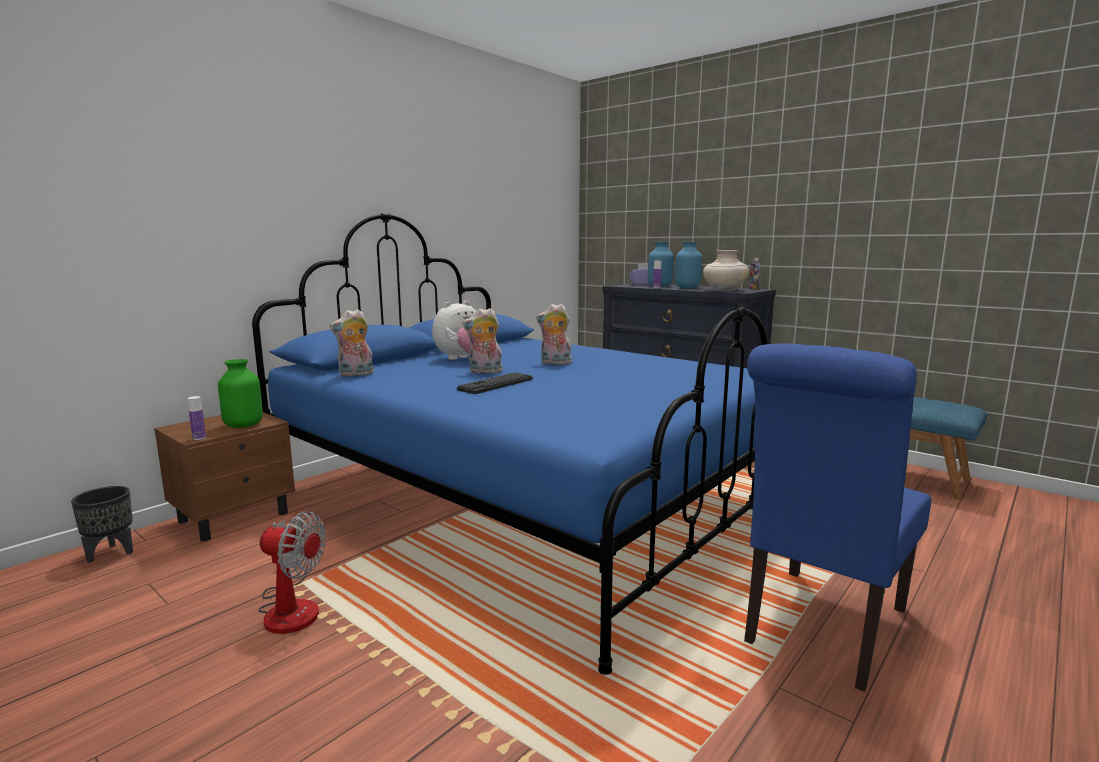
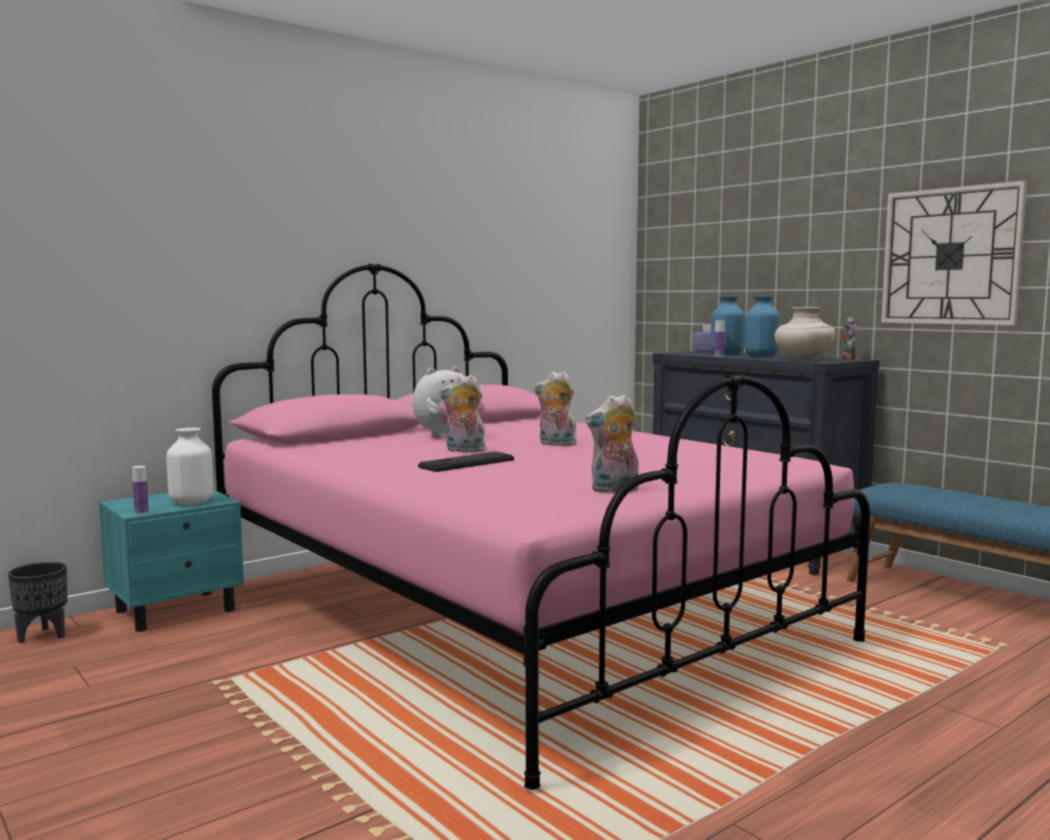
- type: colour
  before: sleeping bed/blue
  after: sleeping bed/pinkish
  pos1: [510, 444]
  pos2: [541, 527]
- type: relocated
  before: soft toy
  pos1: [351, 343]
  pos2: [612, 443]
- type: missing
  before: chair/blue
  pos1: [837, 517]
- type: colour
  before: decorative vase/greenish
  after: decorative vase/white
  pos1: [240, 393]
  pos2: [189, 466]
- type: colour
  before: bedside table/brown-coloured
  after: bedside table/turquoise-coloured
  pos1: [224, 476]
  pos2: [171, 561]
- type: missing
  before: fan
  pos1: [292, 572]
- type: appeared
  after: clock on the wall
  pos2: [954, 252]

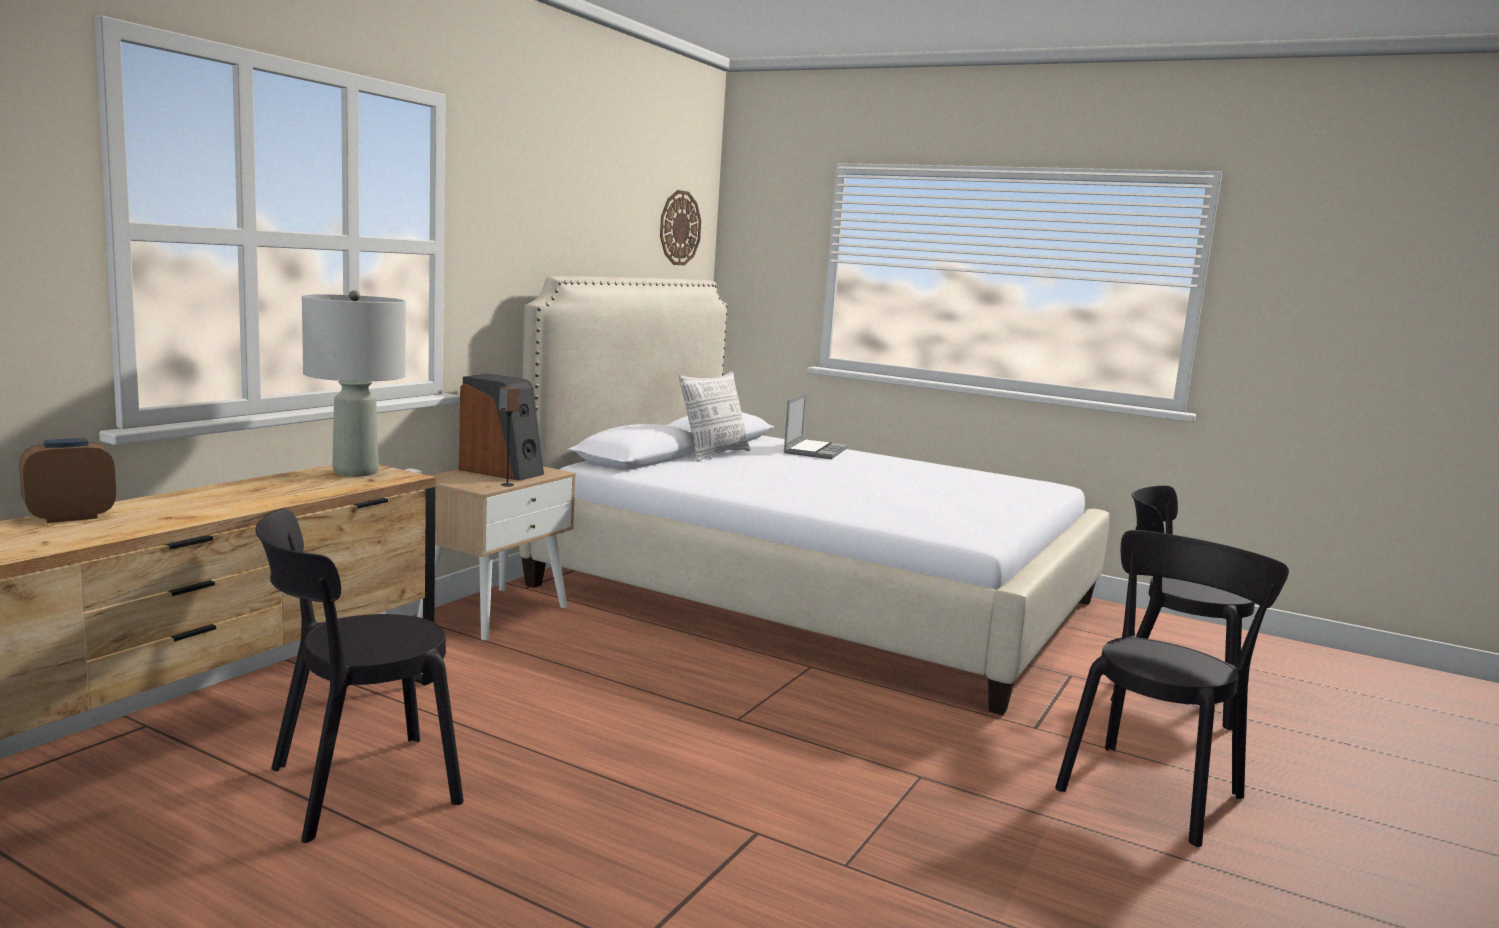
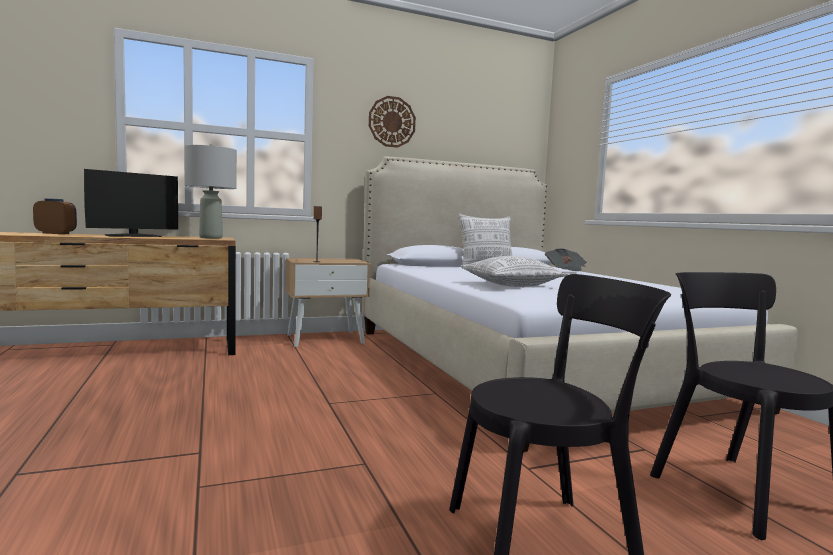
- type: relocated
  before: clock on the wall
  pos1: [680, 227]
  pos2: [392, 122]
- type: missing
  before: speaker
  pos1: [501, 427]
- type: exchanged
  before: laptop
  after: daily paper
  pos1: [816, 426]
  pos2: [565, 260]
- type: missing
  before: chair/black
  pos1: [359, 676]
- type: appeared
  after: computer screen
  pos2: [131, 203]
- type: appeared
  after: cushion
  pos2: [514, 271]

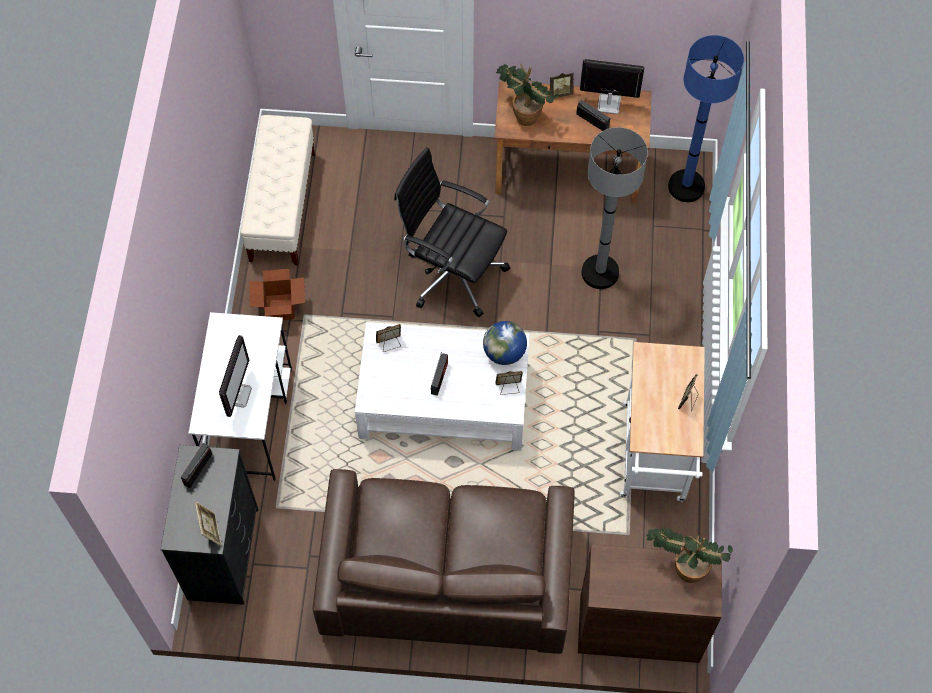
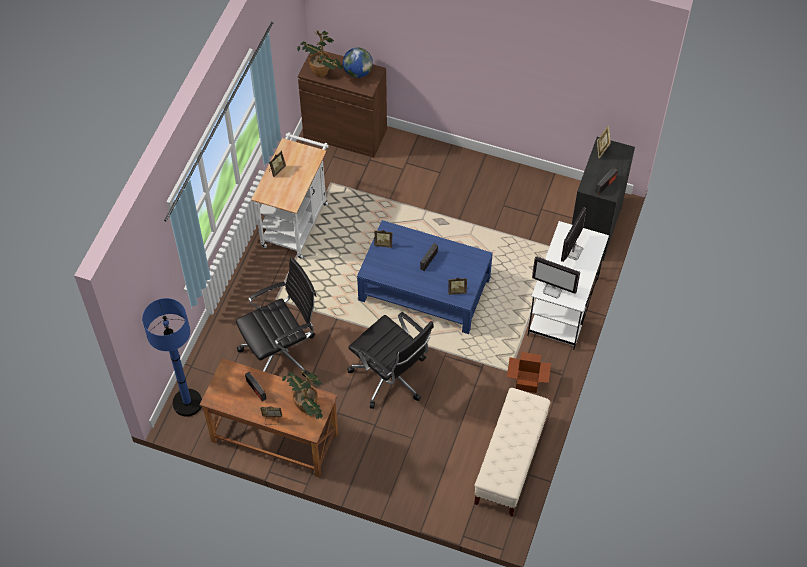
- type: relocated
  before: computer screen
  pos1: [612, 86]
  pos2: [556, 277]
- type: exchanged
  before: floor lamp/grey
  after: office chair/black
  pos1: [614, 208]
  pos2: [276, 317]
- type: relocated
  before: globe
  pos1: [505, 343]
  pos2: [358, 63]
- type: colour
  before: low table/white
  after: low table/blue
  pos1: [442, 386]
  pos2: [425, 277]
- type: missing
  before: couch/brown-coloured
  pos1: [443, 561]

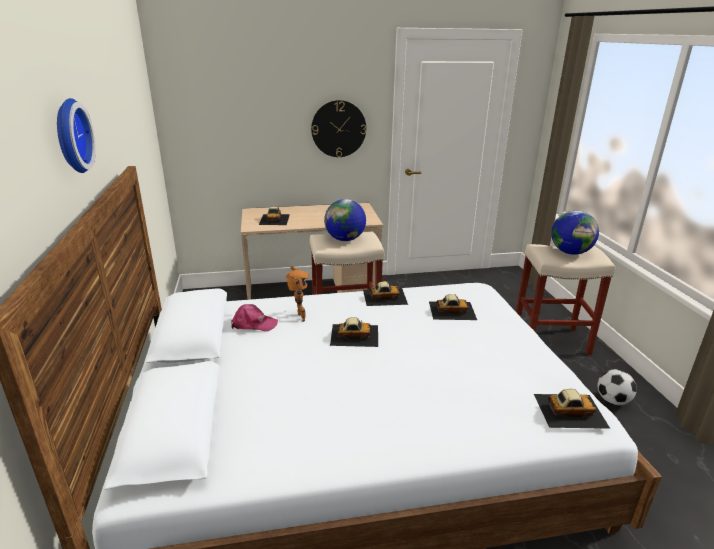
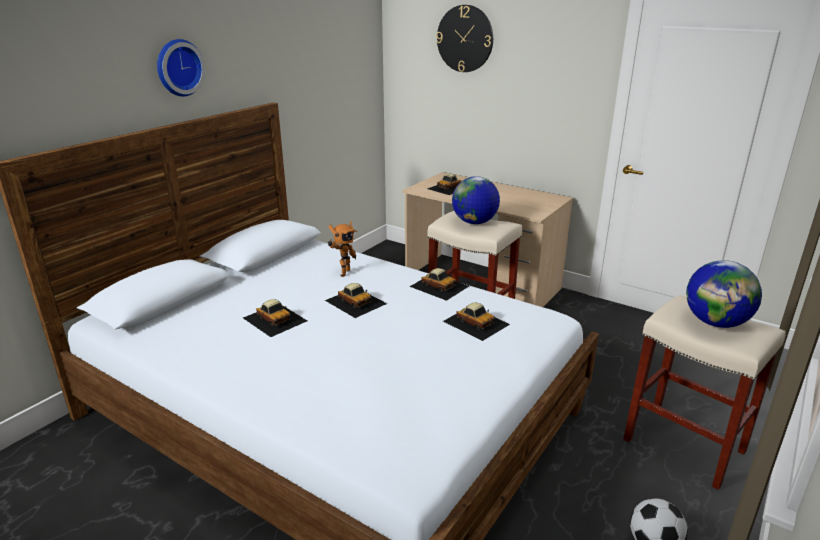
- type: relocated
  before: clock on the wall
  pos1: [338, 128]
  pos2: [464, 38]
- type: missing
  before: baseball cap/pinkish
  pos1: [254, 317]
- type: relocated
  before: miniature car
  pos1: [572, 409]
  pos2: [275, 318]

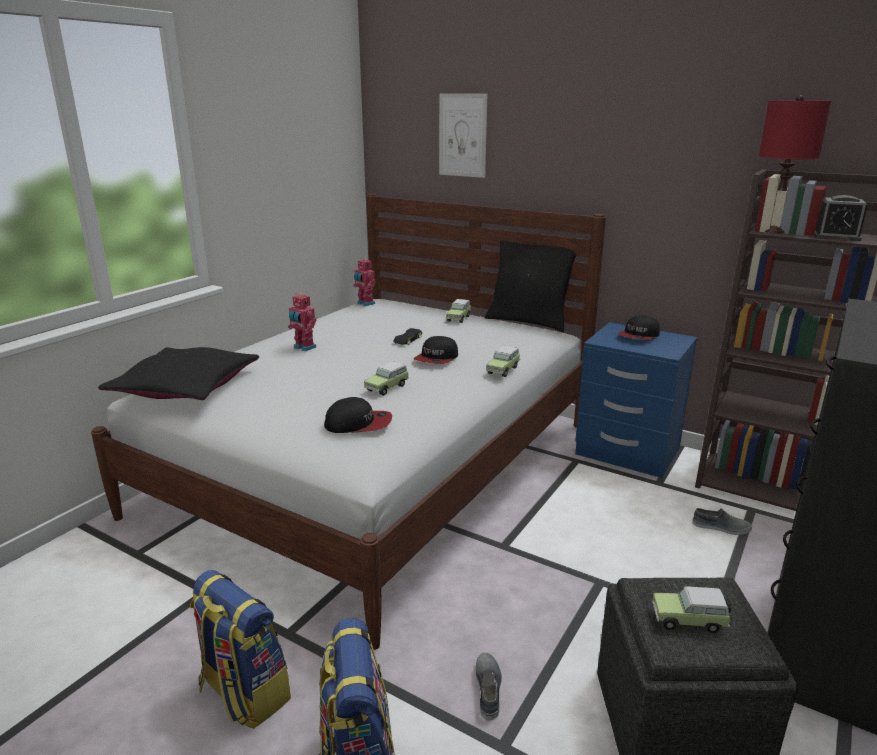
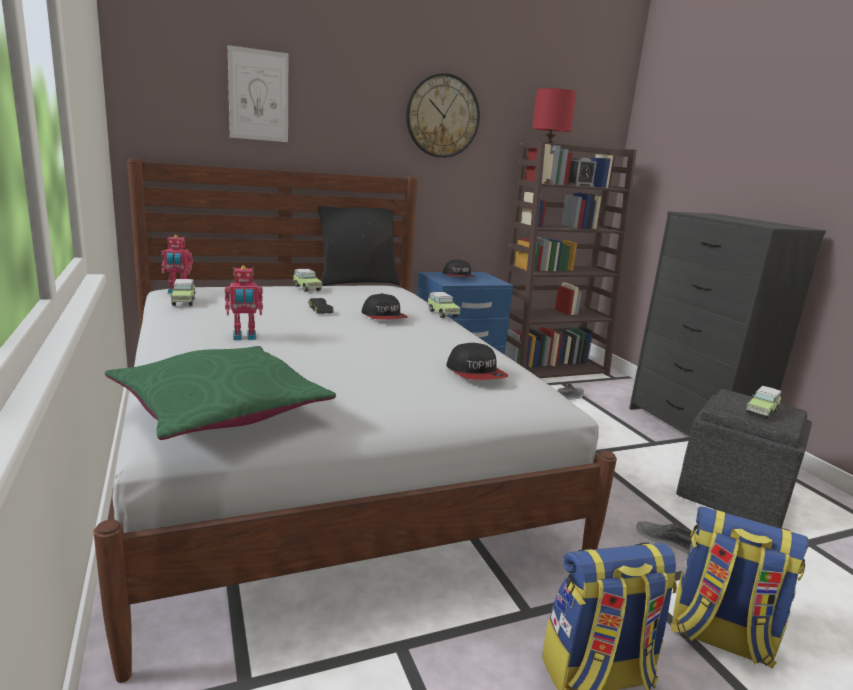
- type: colour
  before: cushion/black
  after: cushion/greenish
  pos1: [178, 373]
  pos2: [220, 393]
- type: relocated
  before: miniature car
  pos1: [386, 378]
  pos2: [183, 292]
- type: spun
  before: baseball cap
  pos1: [358, 415]
  pos2: [477, 361]
  turn: 120
- type: appeared
  after: clock on the wall
  pos2: [443, 115]

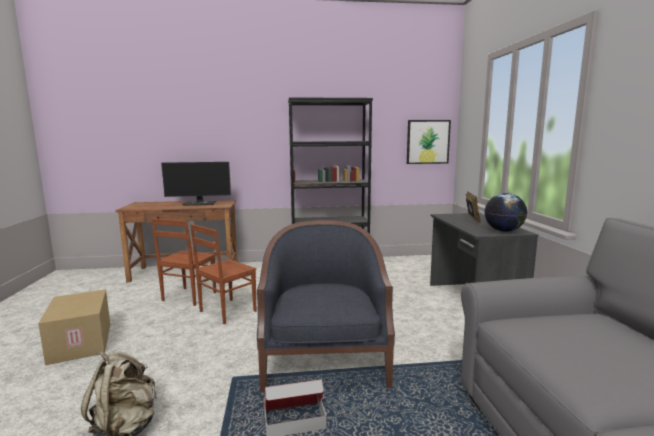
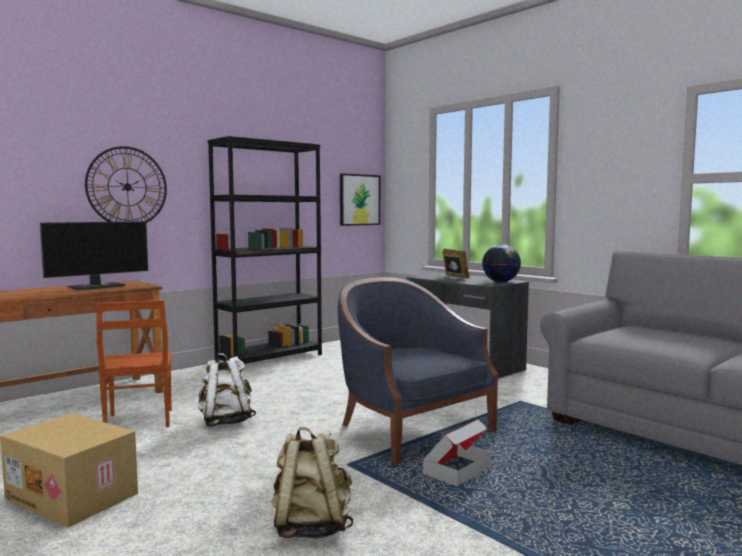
- type: exchanged
  before: chair/brown-coloured
  after: backpack/white
  pos1: [223, 274]
  pos2: [227, 390]
- type: appeared
  after: clock on the wall
  pos2: [126, 184]

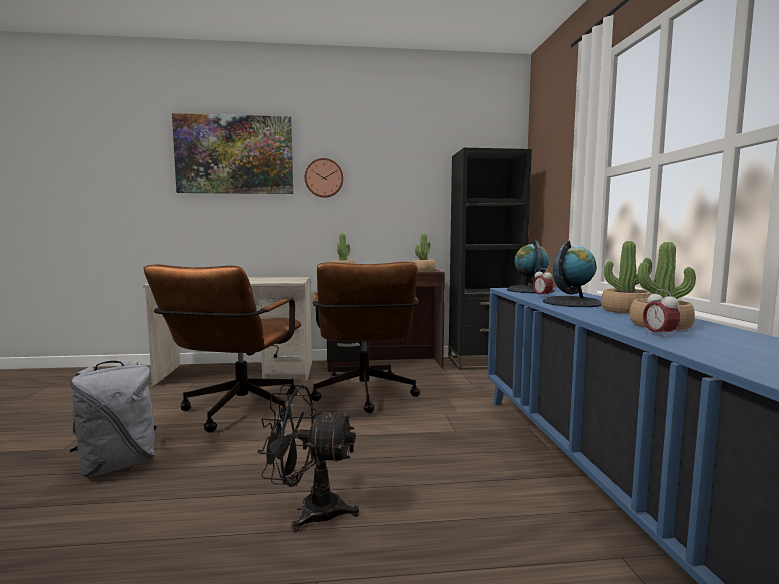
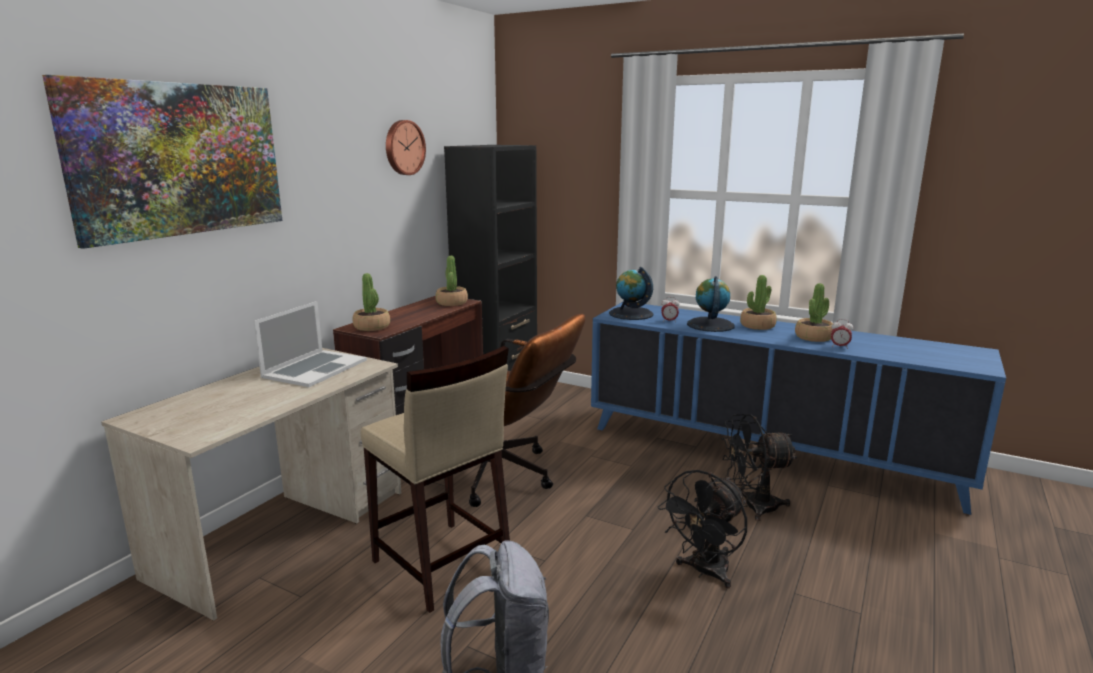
- type: relocated
  before: clock on the wall
  pos1: [324, 178]
  pos2: [406, 147]
- type: exchanged
  before: office chair/brown-coloured
  after: stool seat/beige
  pos1: [222, 348]
  pos2: [435, 479]
- type: appeared
  after: laptop
  pos2: [310, 344]
- type: appeared
  after: fan/black
  pos2: [759, 467]

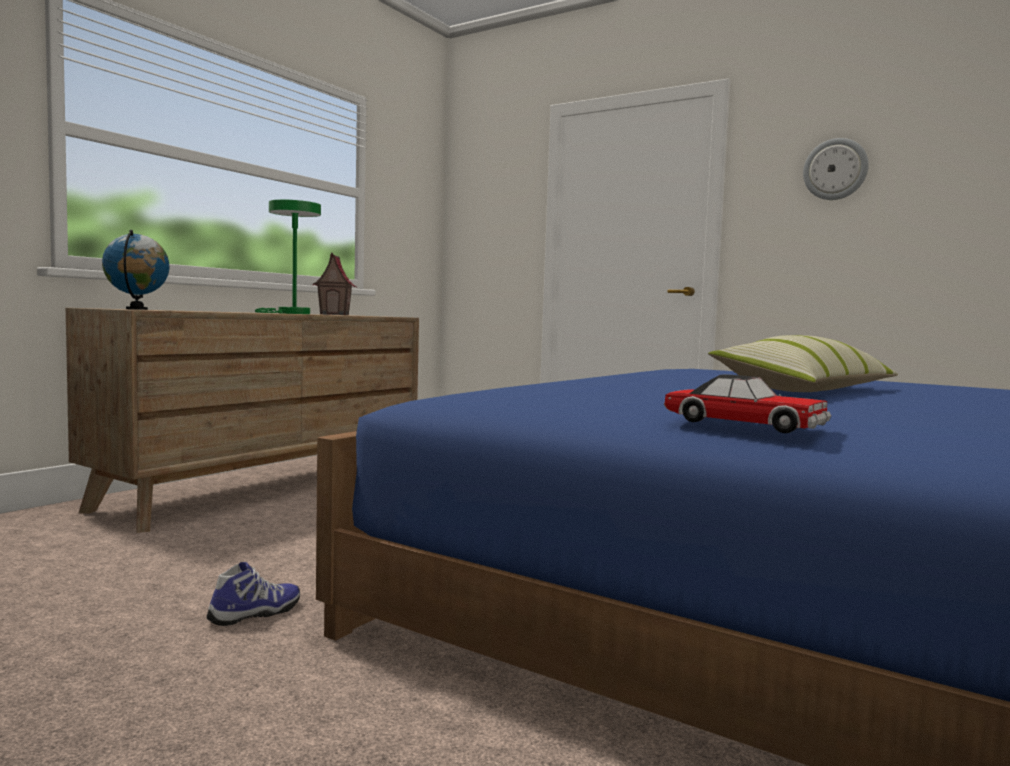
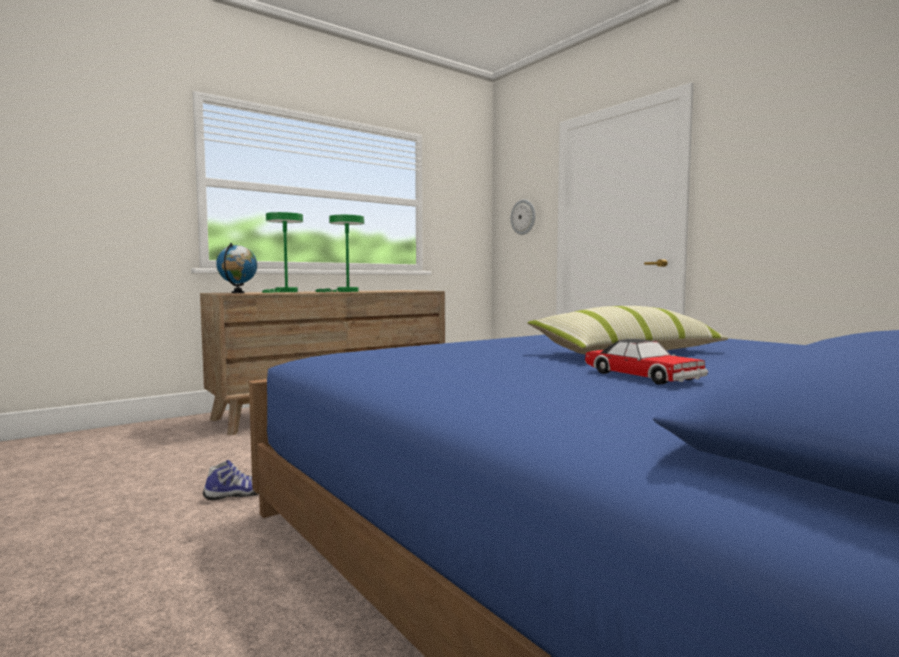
- type: relocated
  before: clock on the wall
  pos1: [836, 169]
  pos2: [523, 217]
- type: missing
  before: toy house
  pos1: [334, 283]
- type: relocated
  before: miniature car
  pos1: [747, 403]
  pos2: [646, 362]
- type: appeared
  after: table lamp/greenish
  pos2: [282, 252]

